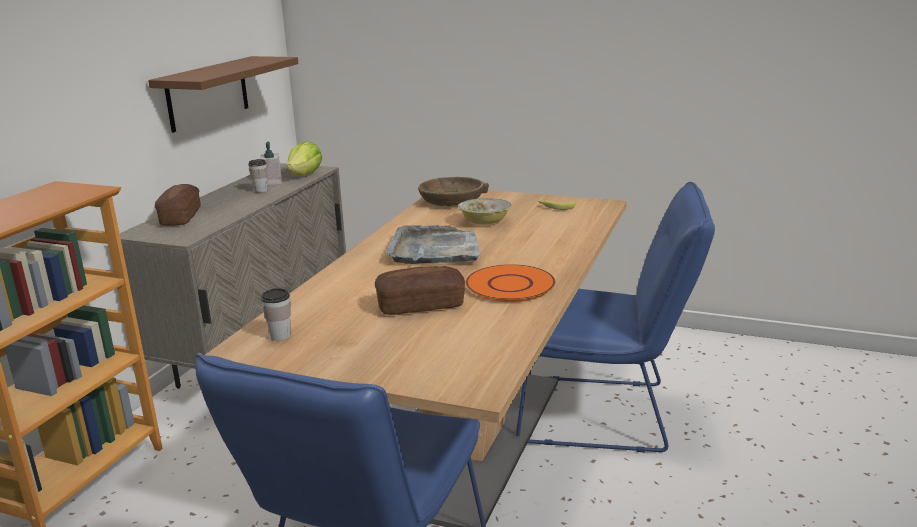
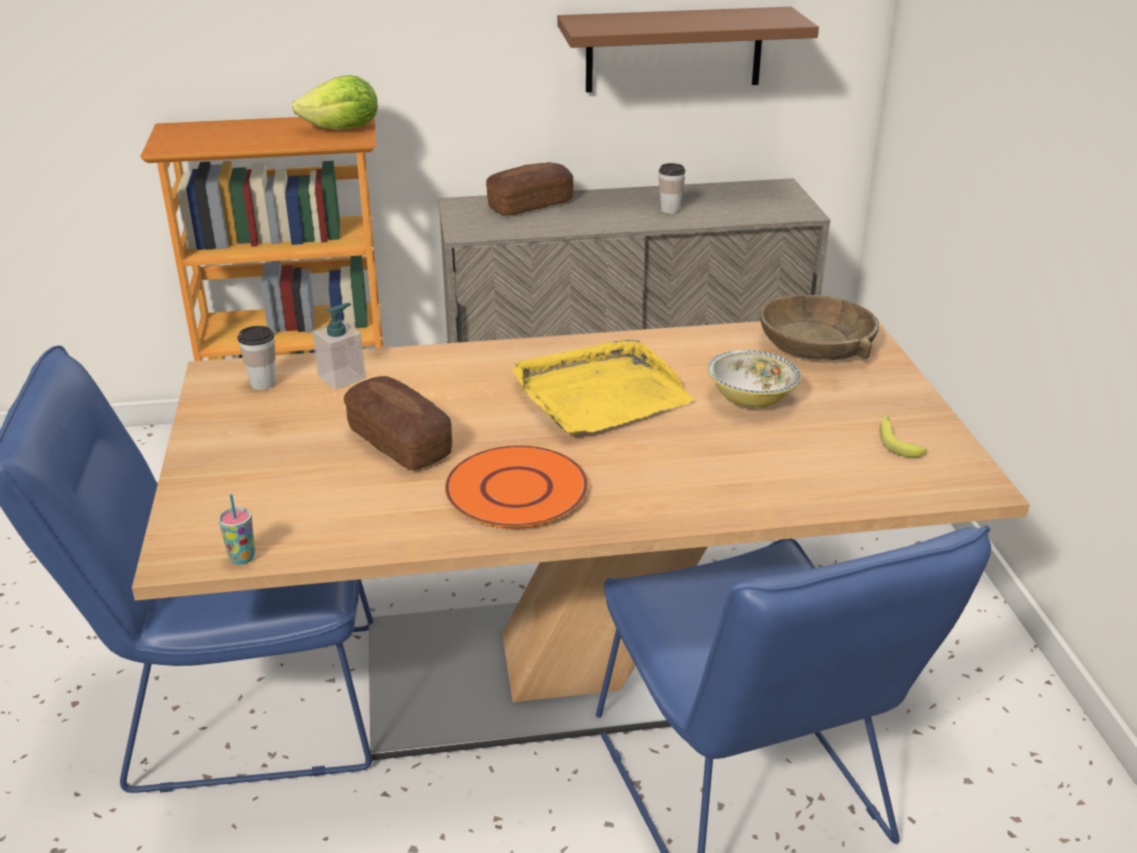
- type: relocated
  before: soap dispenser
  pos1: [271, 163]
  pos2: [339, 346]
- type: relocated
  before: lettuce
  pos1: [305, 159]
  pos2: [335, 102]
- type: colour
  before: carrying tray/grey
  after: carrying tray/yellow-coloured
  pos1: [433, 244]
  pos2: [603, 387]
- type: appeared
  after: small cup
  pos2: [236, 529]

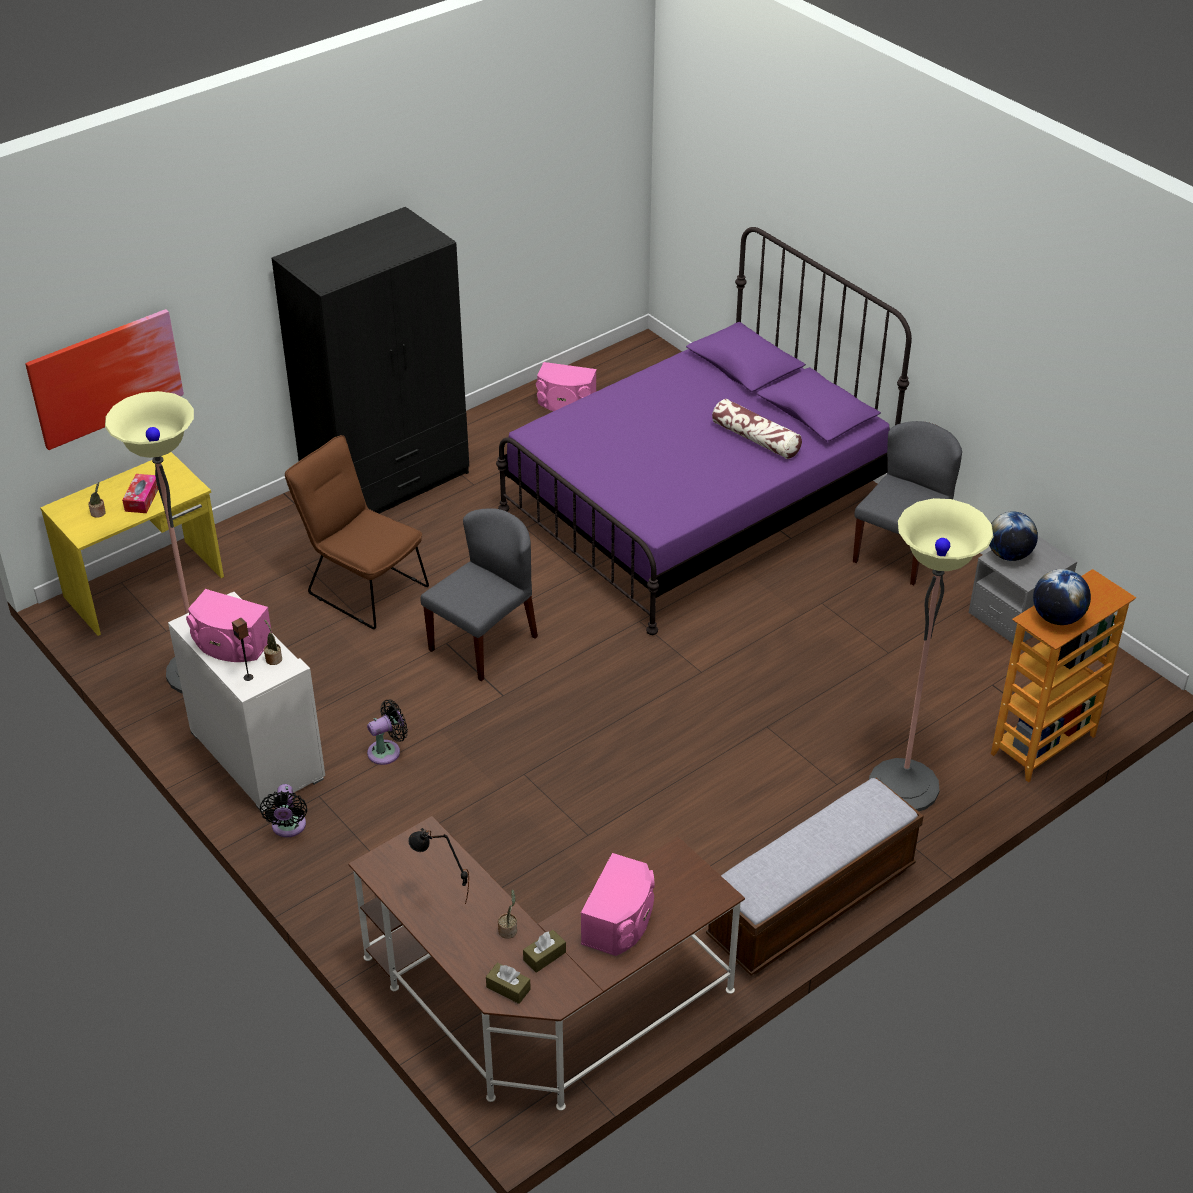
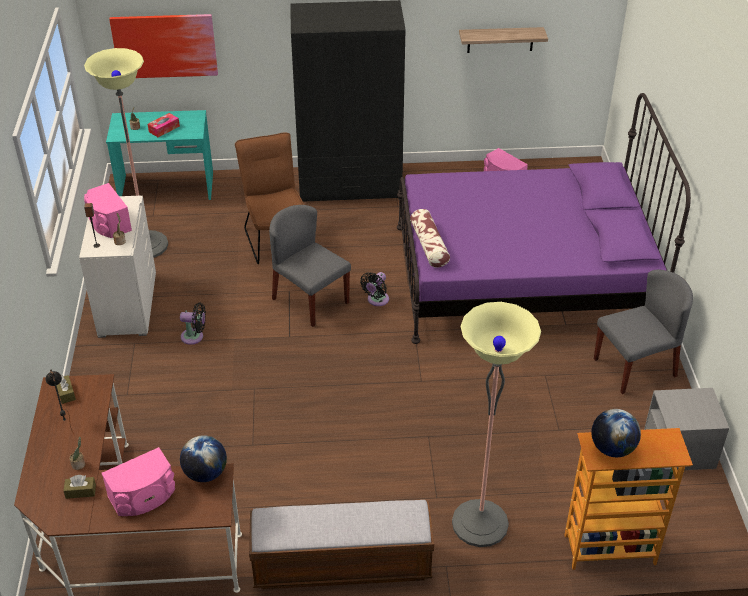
- type: relocated
  before: cushion
  pos1: [757, 429]
  pos2: [430, 238]
- type: colour
  before: desk unit/yellow-coloured
  after: desk unit/turquoise-coloured
  pos1: [132, 544]
  pos2: [159, 155]
- type: spun
  before: chair/grey
  pos1: [479, 594]
  pos2: [310, 266]
  turn: -120
- type: relocated
  before: globe
  pos1: [1013, 536]
  pos2: [203, 458]
- type: relocated
  before: fan/black
  pos1: [283, 810]
  pos2: [374, 289]
- type: relocated
  before: box of tissues/brown-coloured
  pos1: [508, 983]
  pos2: [66, 389]
- type: appeared
  after: shelf
  pos2: [503, 40]

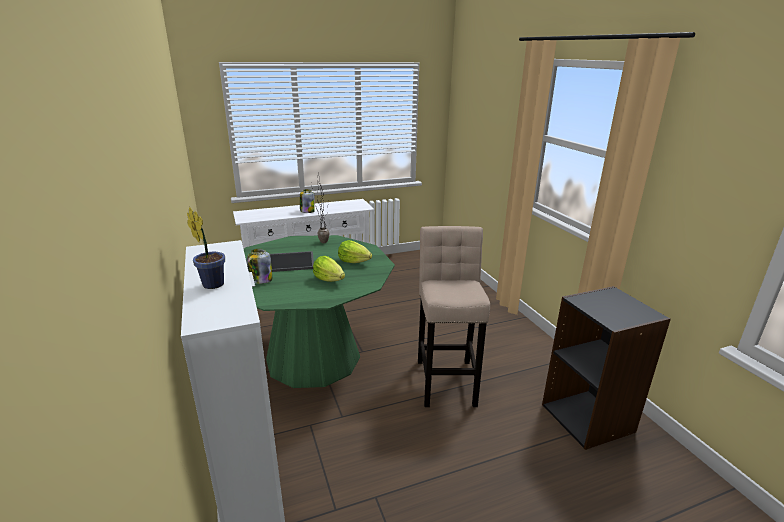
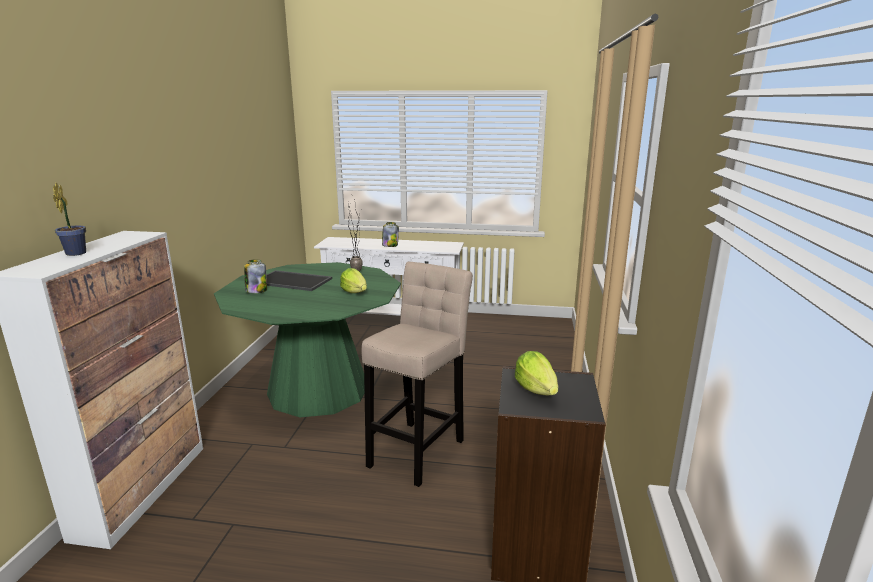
- type: relocated
  before: lettuce
  pos1: [329, 269]
  pos2: [536, 373]

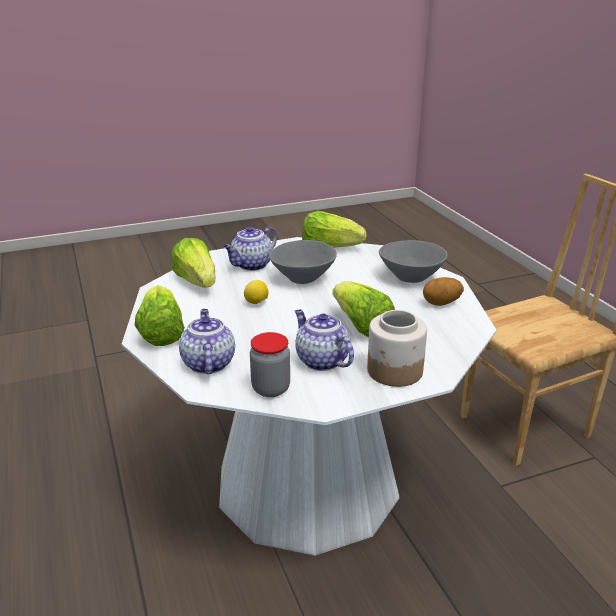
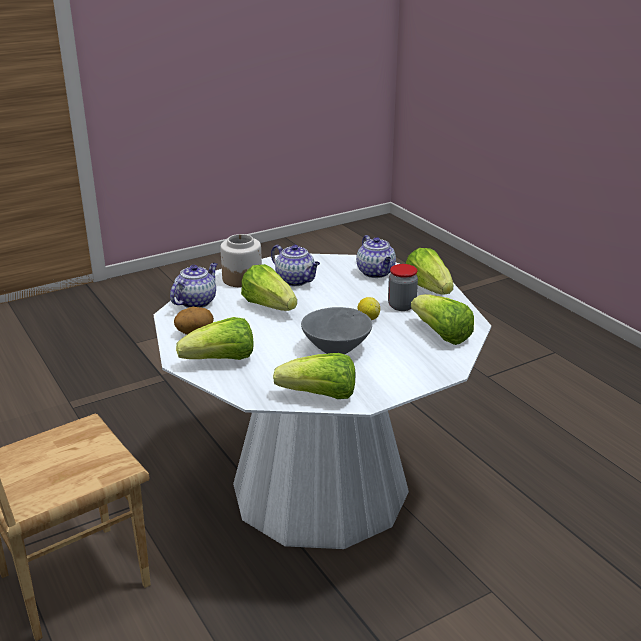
- type: relocated
  before: tea pot
  pos1: [250, 248]
  pos2: [193, 285]
- type: exchanged
  before: deep dish/grey
  after: lettuce
  pos1: [413, 261]
  pos2: [215, 338]
- type: relocated
  before: jar
  pos1: [270, 364]
  pos2: [403, 287]

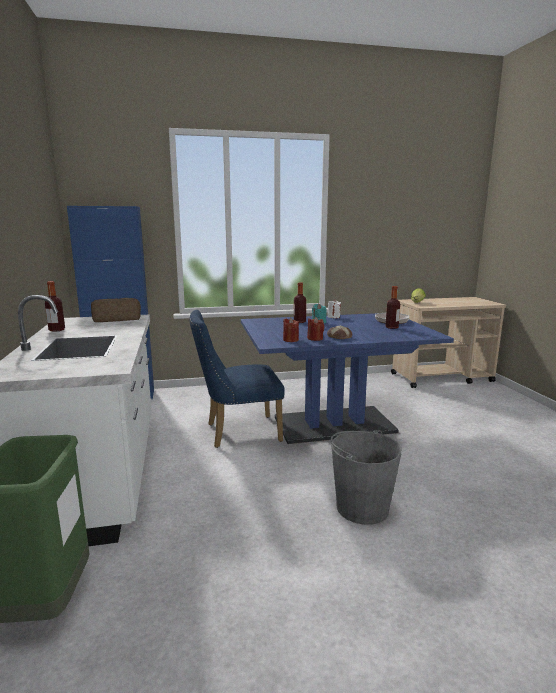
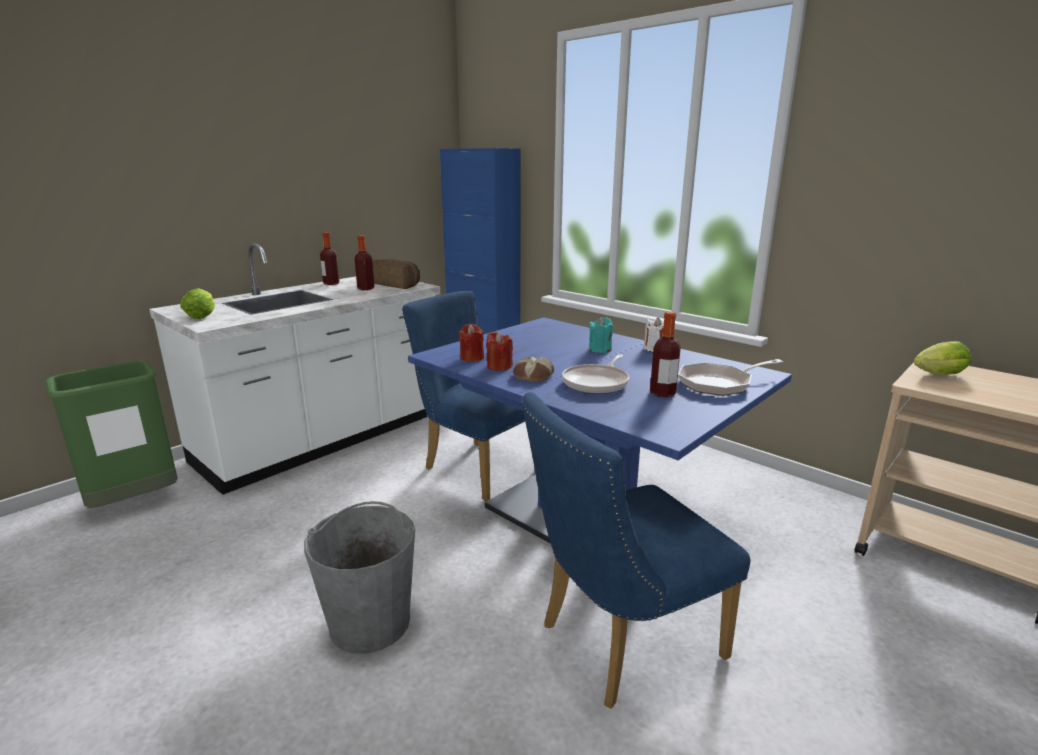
- type: relocated
  before: bottle
  pos1: [300, 302]
  pos2: [364, 262]
- type: appeared
  after: lettuce
  pos2: [197, 303]
- type: appeared
  after: pan
  pos2: [595, 374]
- type: appeared
  after: chair/blue
  pos2: [636, 550]

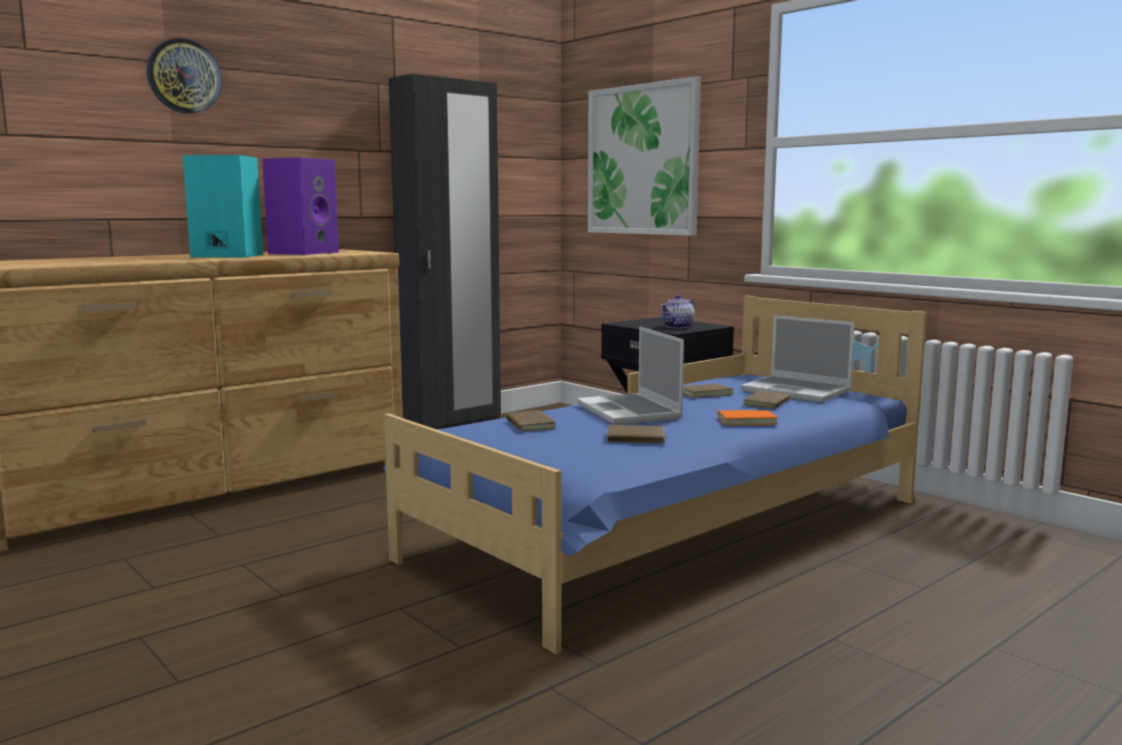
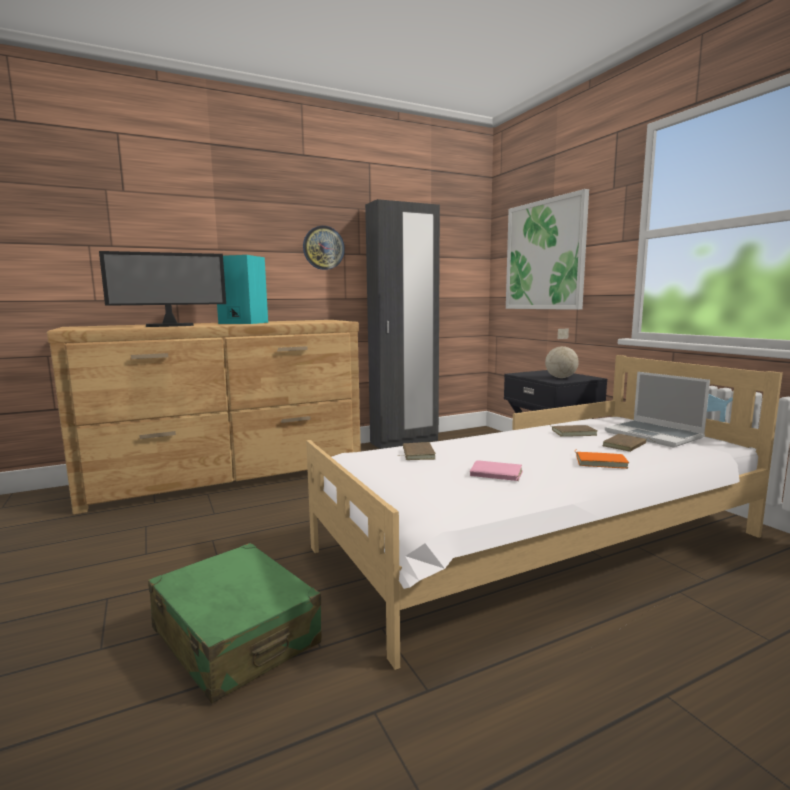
- type: relocated
  before: clock on the wall
  pos1: [184, 76]
  pos2: [324, 248]
- type: missing
  before: speaker/purplish
  pos1: [300, 206]
- type: exchanged
  before: tea pot
  after: globe
  pos1: [677, 311]
  pos2: [562, 353]
- type: colour
  before: sleeping bed/blue
  after: sleeping bed/white
  pos1: [655, 475]
  pos2: [544, 512]
- type: missing
  before: laptop
  pos1: [630, 376]
- type: colour
  before: book/brown-coloured
  after: book/pinkish
  pos1: [637, 434]
  pos2: [496, 470]
- type: appeared
  after: computer screen
  pos2: [162, 289]
- type: appeared
  after: travel case/greenish
  pos2: [234, 623]

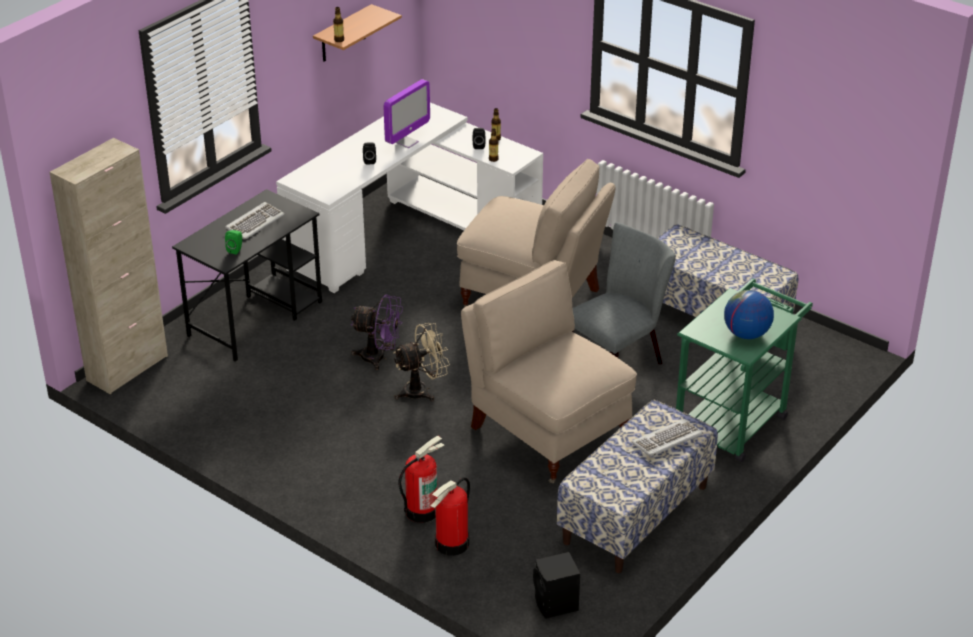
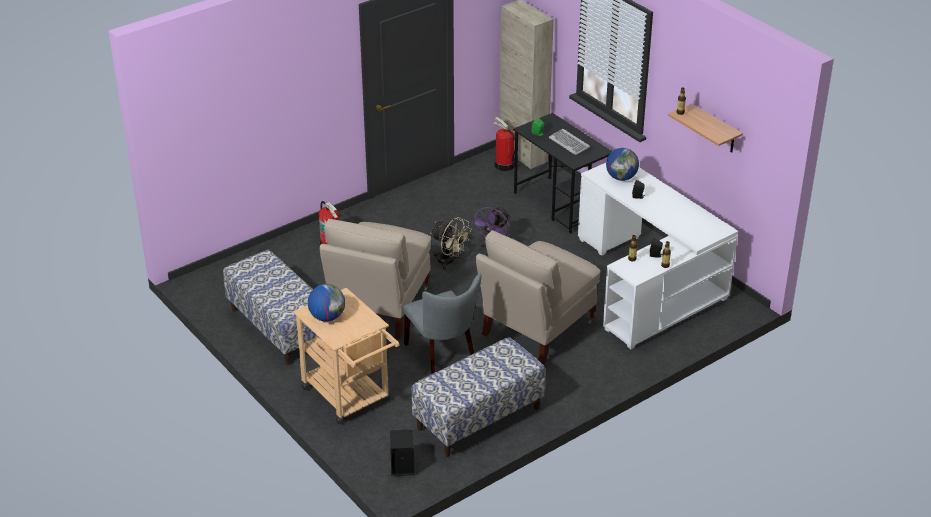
- type: missing
  before: computer screen
  pos1: [407, 113]
- type: spun
  before: chair/beige
  pos1: [549, 372]
  pos2: [375, 279]
  turn: 135
- type: colour
  before: trolley/greenish
  after: trolley/beige
  pos1: [744, 370]
  pos2: [346, 356]
- type: spun
  before: fan/beige
  pos1: [421, 362]
  pos2: [451, 243]
  turn: -45
- type: missing
  before: keyboard
  pos1: [667, 438]
- type: relocated
  before: fire-fighting cylinder
  pos1: [450, 516]
  pos2: [504, 144]
- type: relocated
  before: speaker/black
  pos1: [556, 585]
  pos2: [402, 452]
- type: appeared
  after: globe
  pos2: [622, 164]

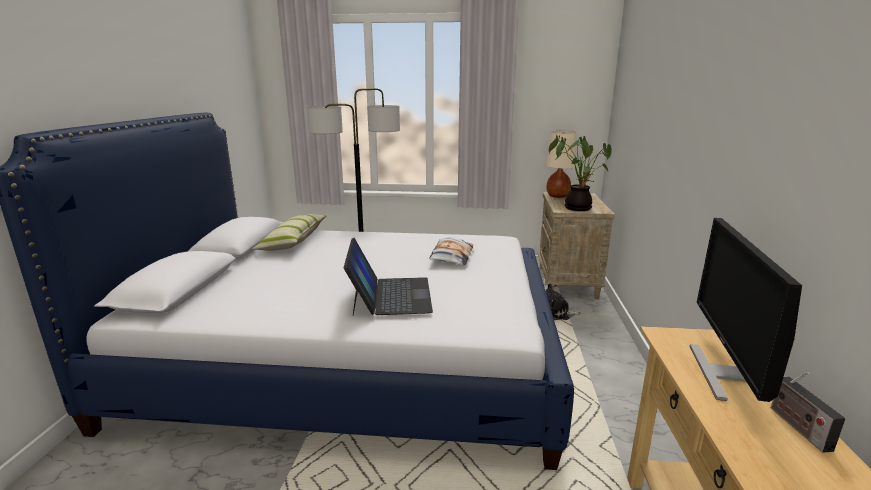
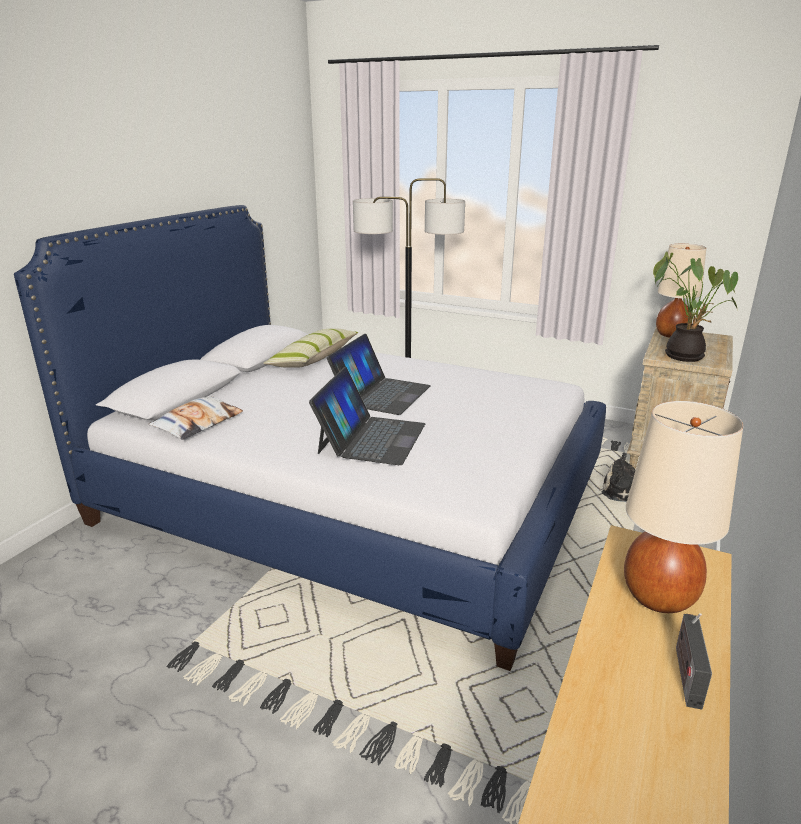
- type: exchanged
  before: computer screen
  after: table lamp/beige
  pos1: [746, 310]
  pos2: [683, 507]
- type: relocated
  before: cushion
  pos1: [451, 251]
  pos2: [195, 418]
- type: appeared
  after: laptop
  pos2: [379, 374]

